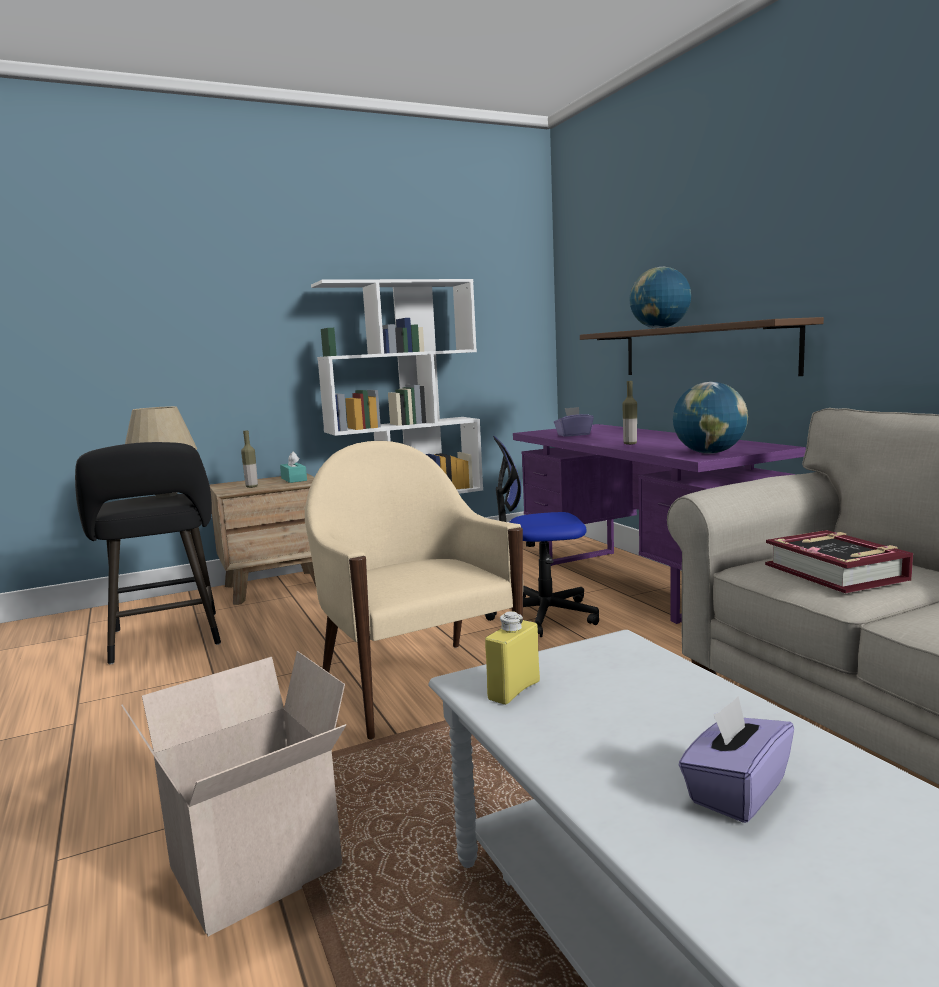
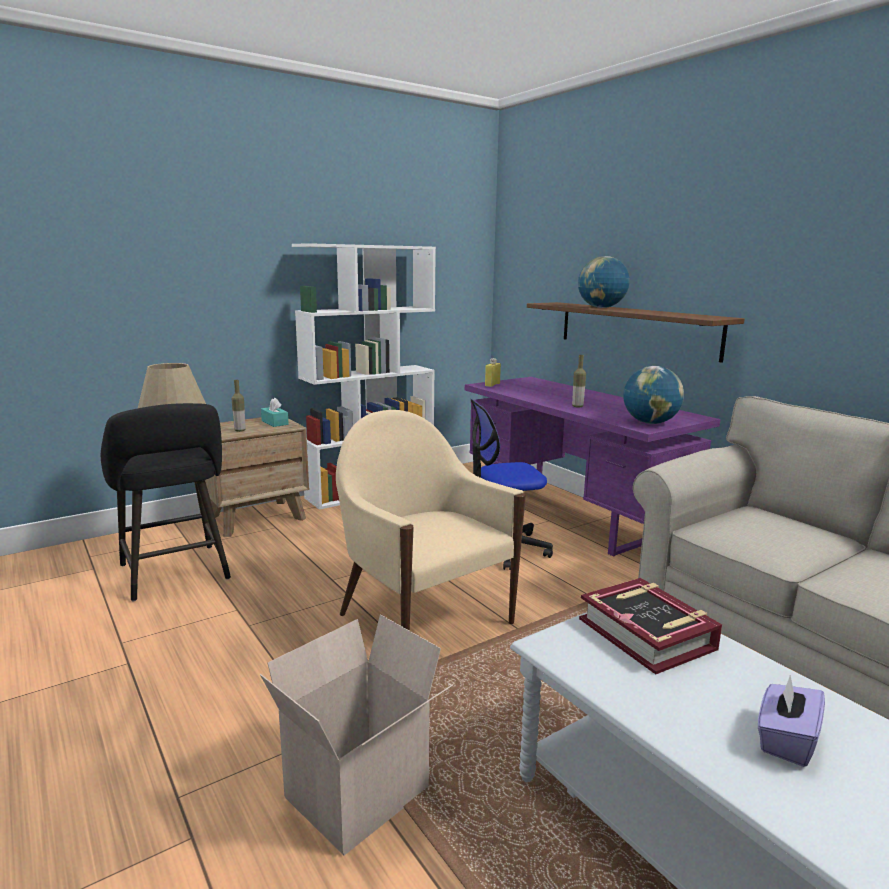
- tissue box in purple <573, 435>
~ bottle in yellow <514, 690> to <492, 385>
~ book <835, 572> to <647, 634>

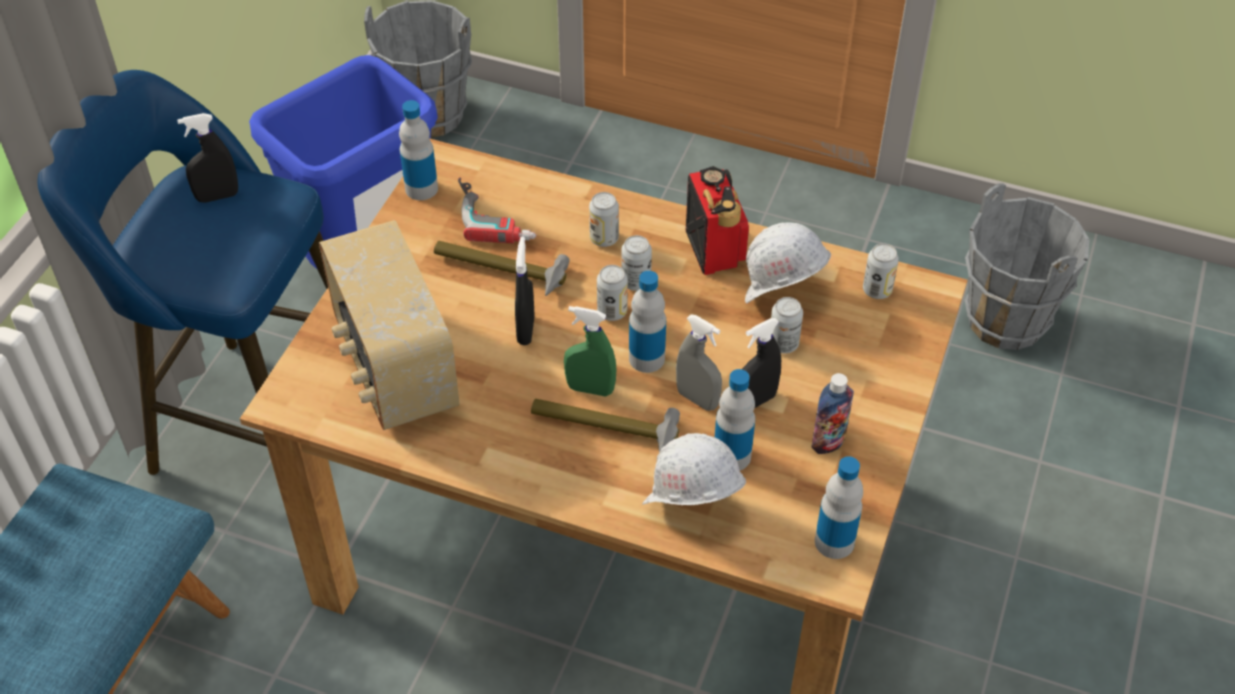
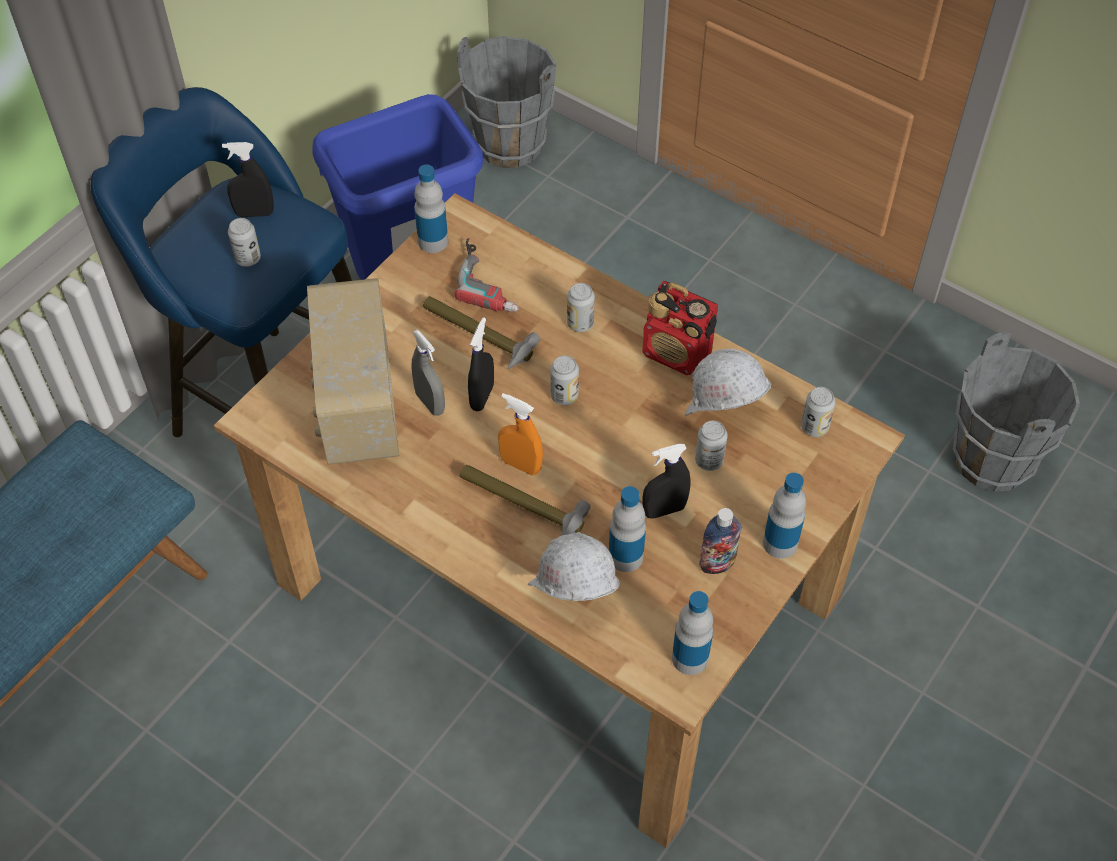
~ can <636, 282> to <248, 258>
~ bottle <646, 358> to <780, 543>
~ spray bottle in grey <697, 399> to <430, 403>
~ spray bottle in green <590, 389> to spray bottle in orange <521, 465>
~ radio <714, 248> = <677, 354> 120 degrees clockwise

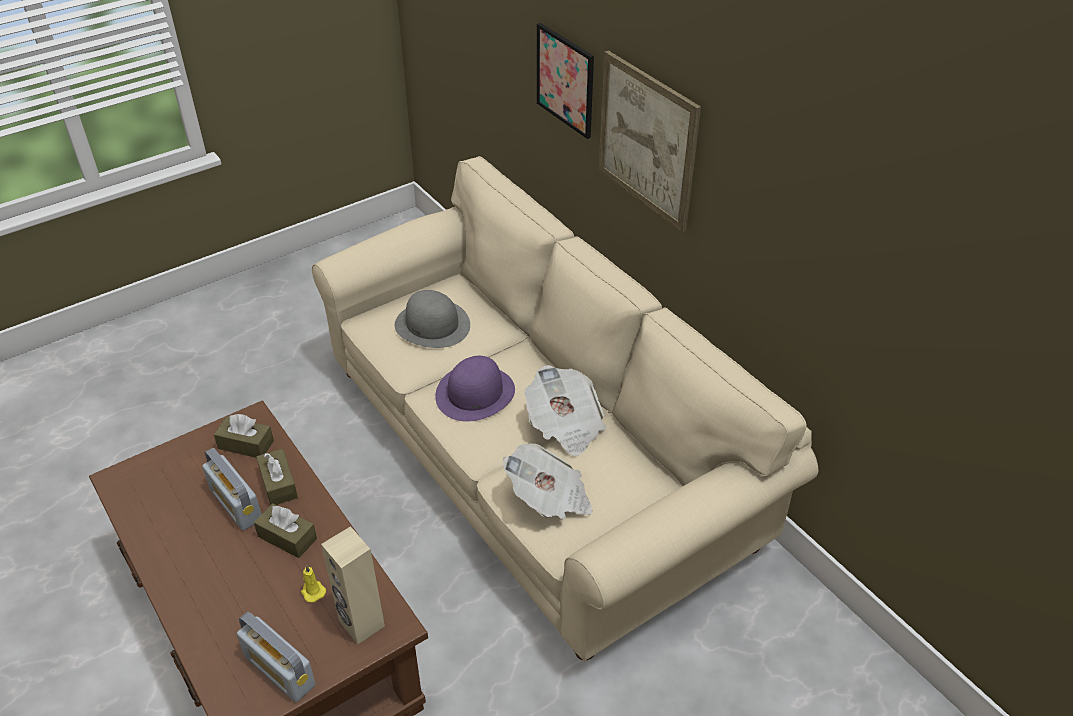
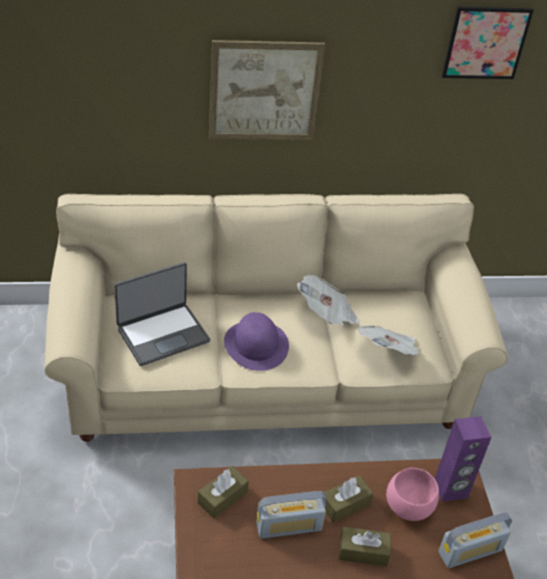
~ tissue box in brown <278, 484> to <363, 552>
~ picture <565, 80> to <485, 43>
~ candle in yellow <312, 591> to bowl in pink <407, 507>
~ hat in grey <432, 325> to laptop <162, 334>
~ speaker in beige <361, 624> to speaker in purple <451, 489>

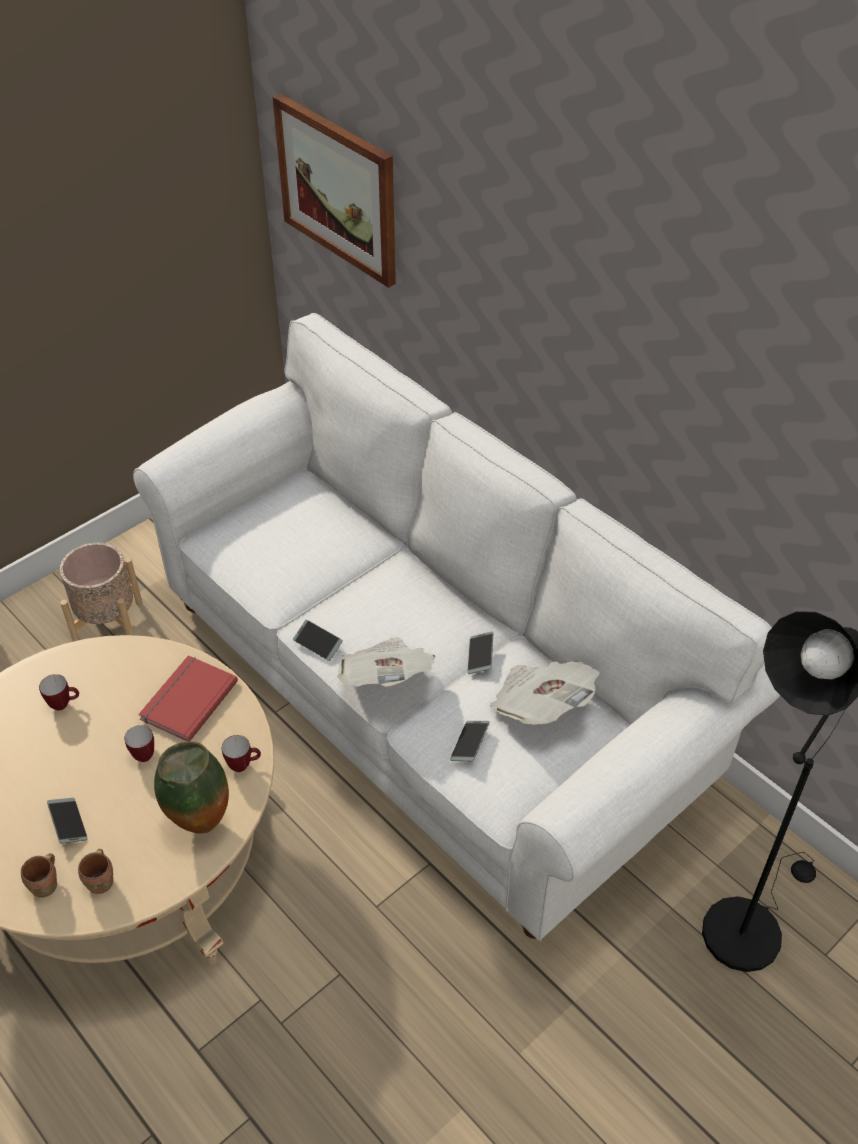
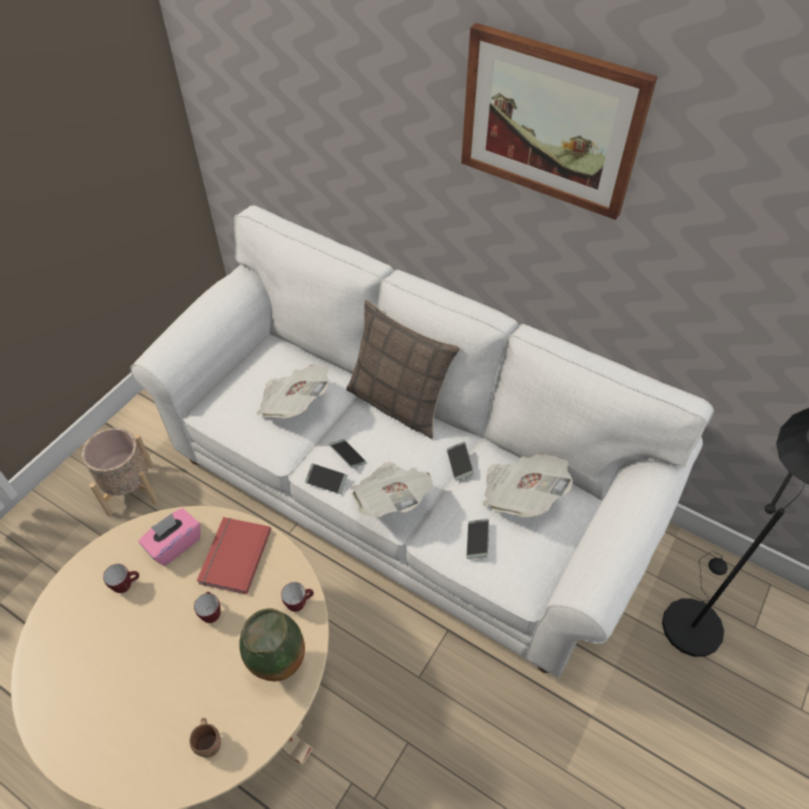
- mug in brown <47, 886>
+ tissue box in pink <174, 544>
+ newspaper <294, 403>
+ pillow <398, 403>
~ phone <68, 823> to <347, 456>
~ picture <338, 189> to <550, 122>

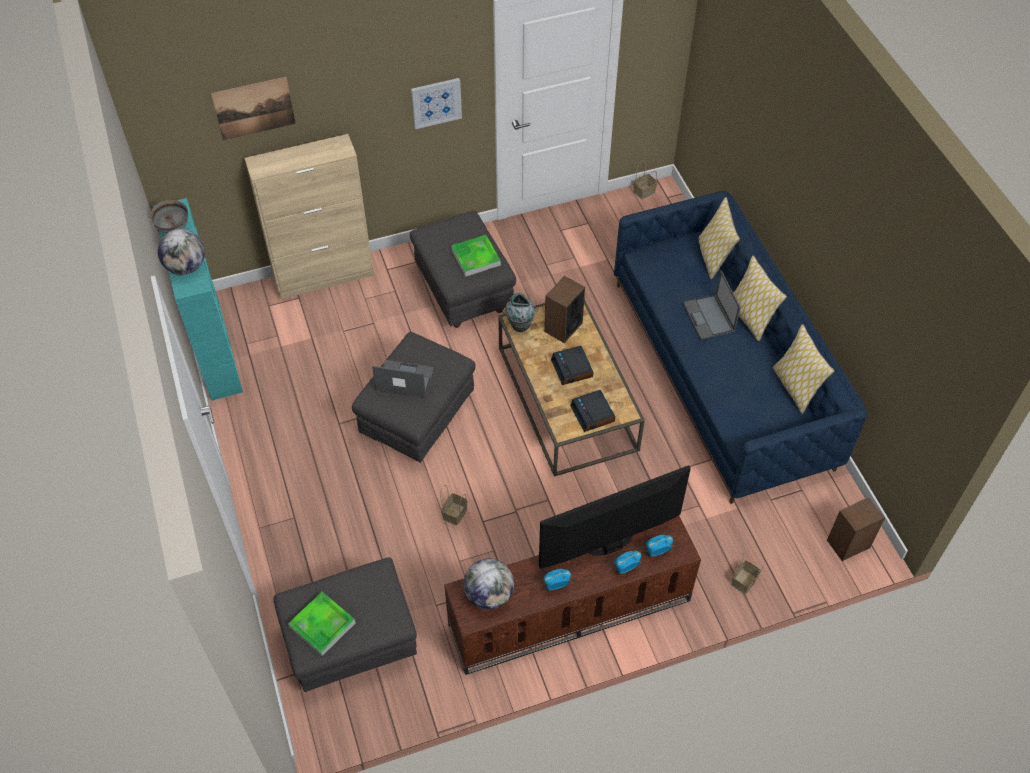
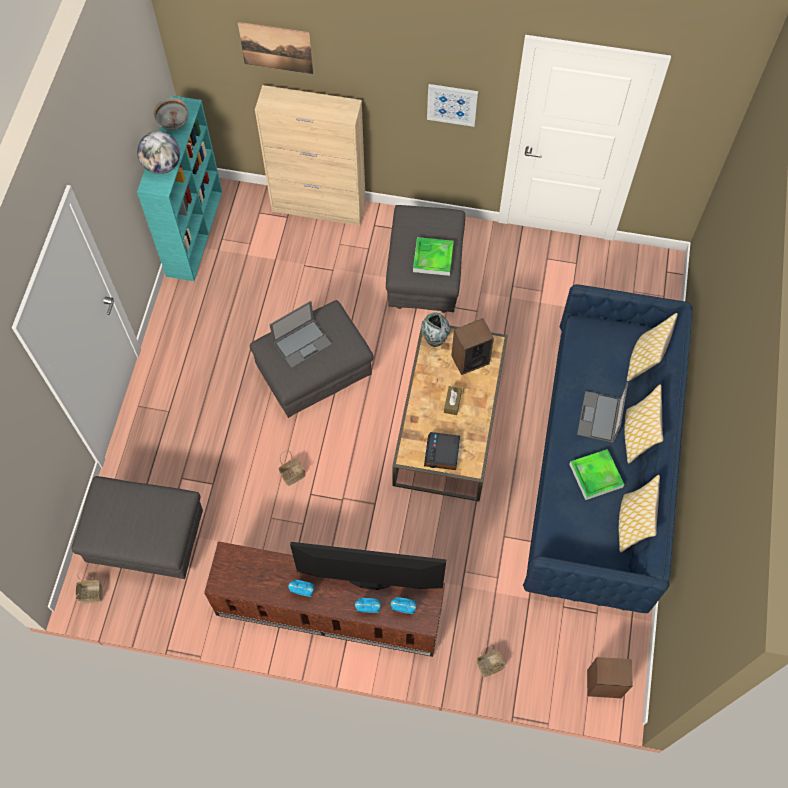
- globe <489, 595>
~ tray <322, 625> to <596, 475>
~ basket <644, 192> to <90, 595>
~ alarm clock <572, 369> to tissue box in brown <452, 403>
~ laptop <404, 379> = <302, 342> 105 degrees clockwise

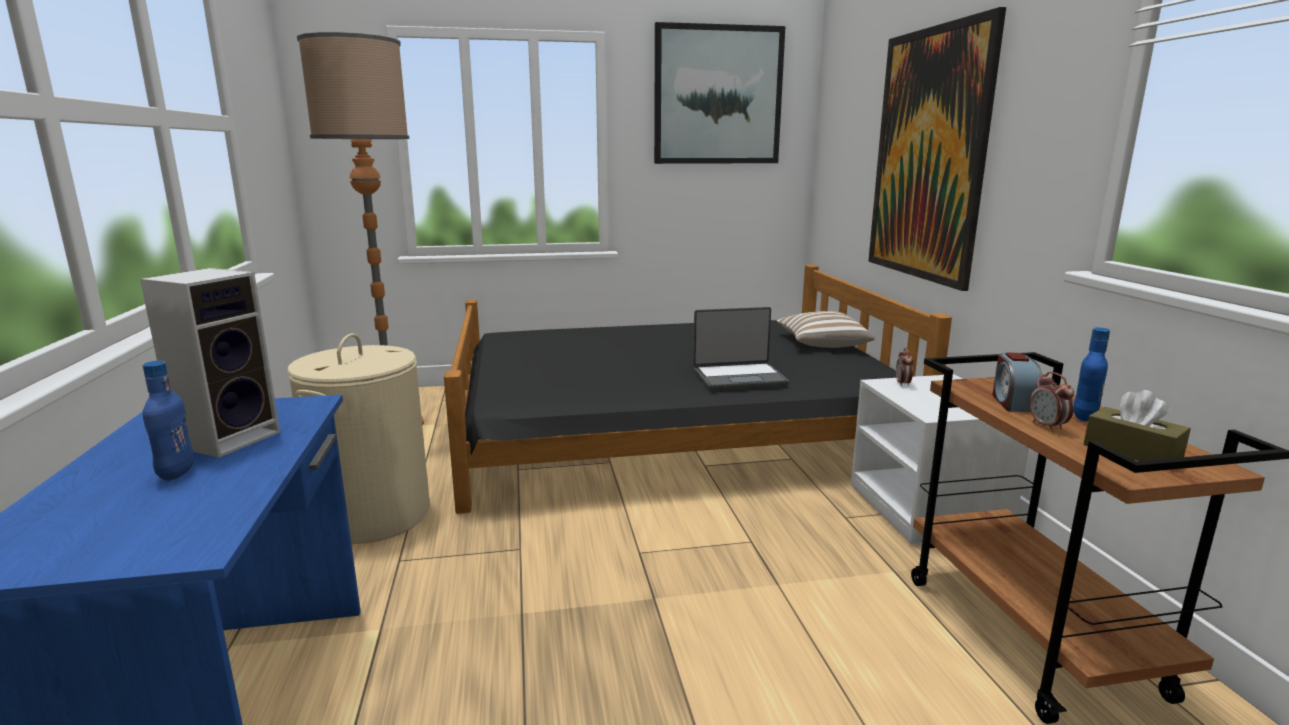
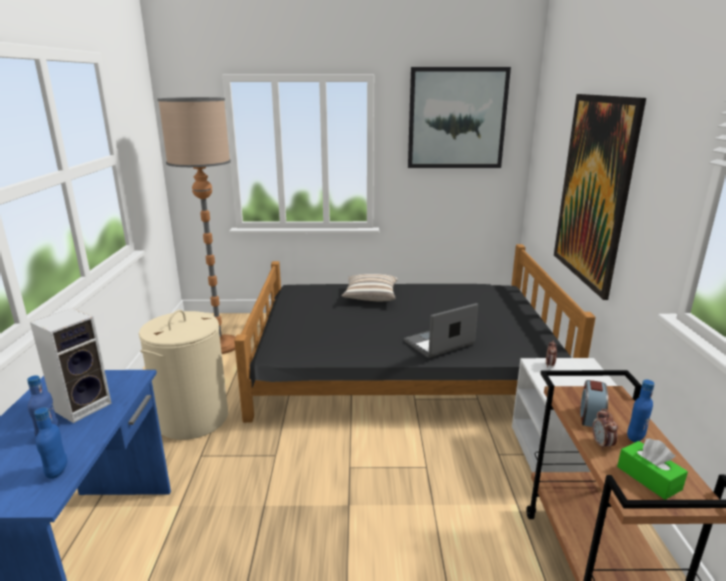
+ bottle in blue <57, 471>
~ pillow <821, 345> to <370, 297>
~ tissue box in brown <1132, 452> to tissue box in green <648, 478>
~ laptop <739, 378> = <439, 344> 150 degrees clockwise

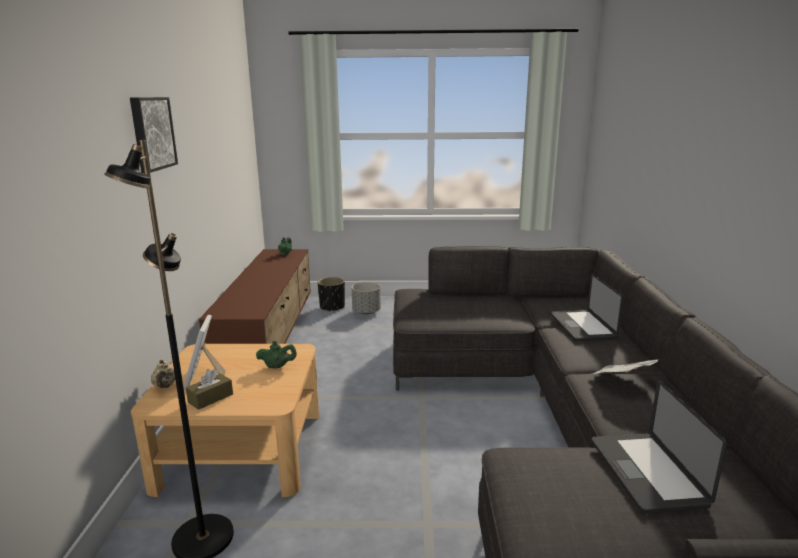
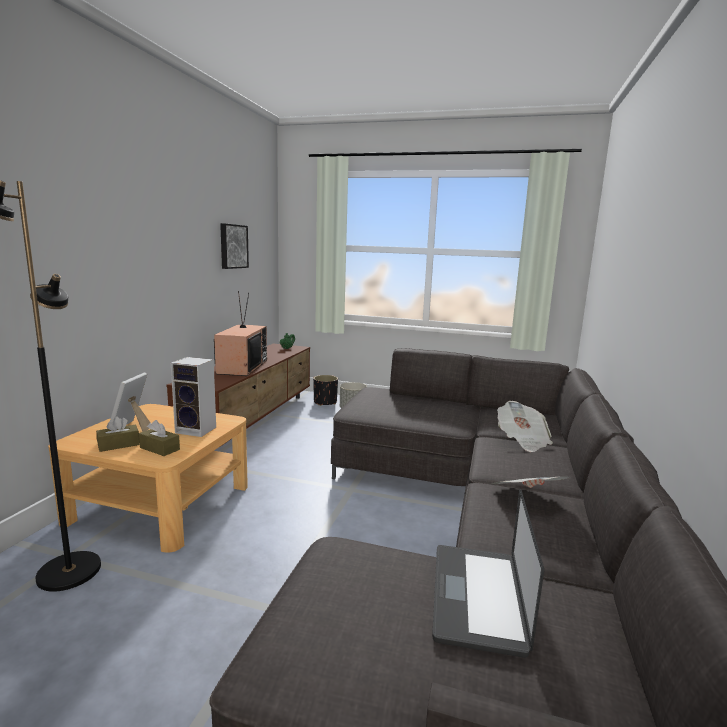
- teapot in beige <164, 386>
+ tissue box in brown <159, 448>
+ television <241, 366>
~ picture <151, 133> to <232, 246>
~ teapot in green <277, 367> to speaker <197, 430>
~ laptop <581, 326> to newspaper <522, 440>

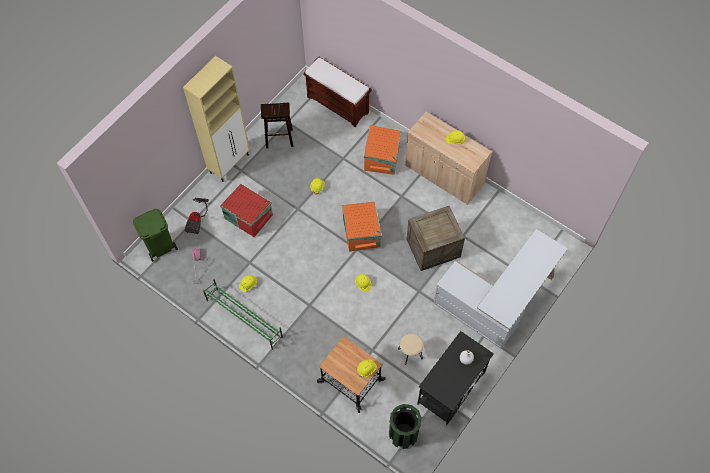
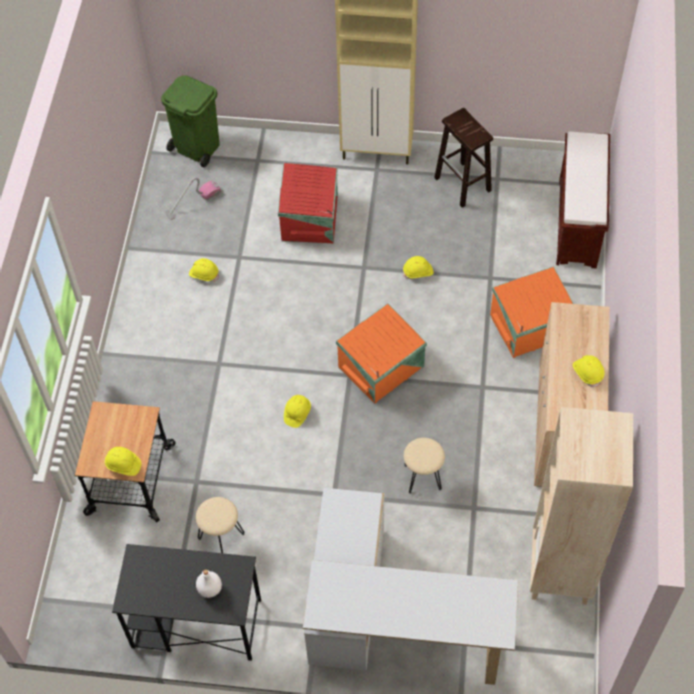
- vacuum cleaner <197, 220>
- shoe rack in green <244, 318>
- trash can in green <403, 434>
+ bookcase in beige <560, 571>
~ crate <433, 248> to stool in beige <423, 477>

